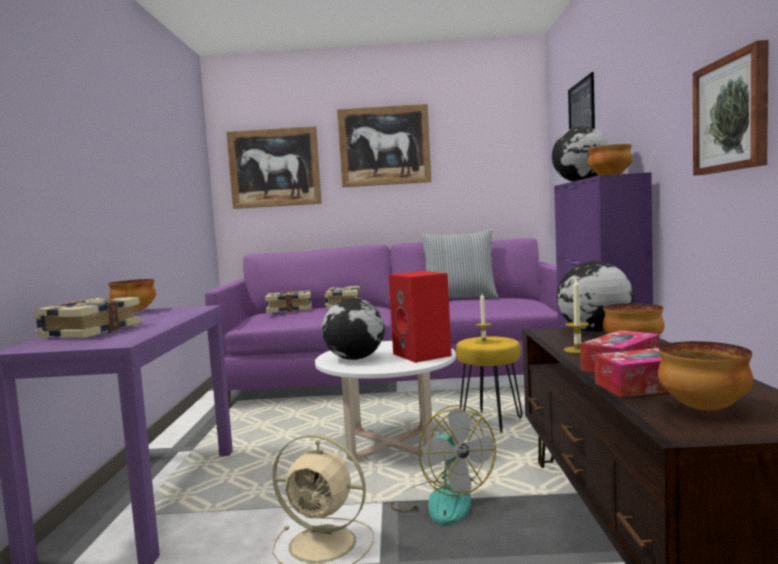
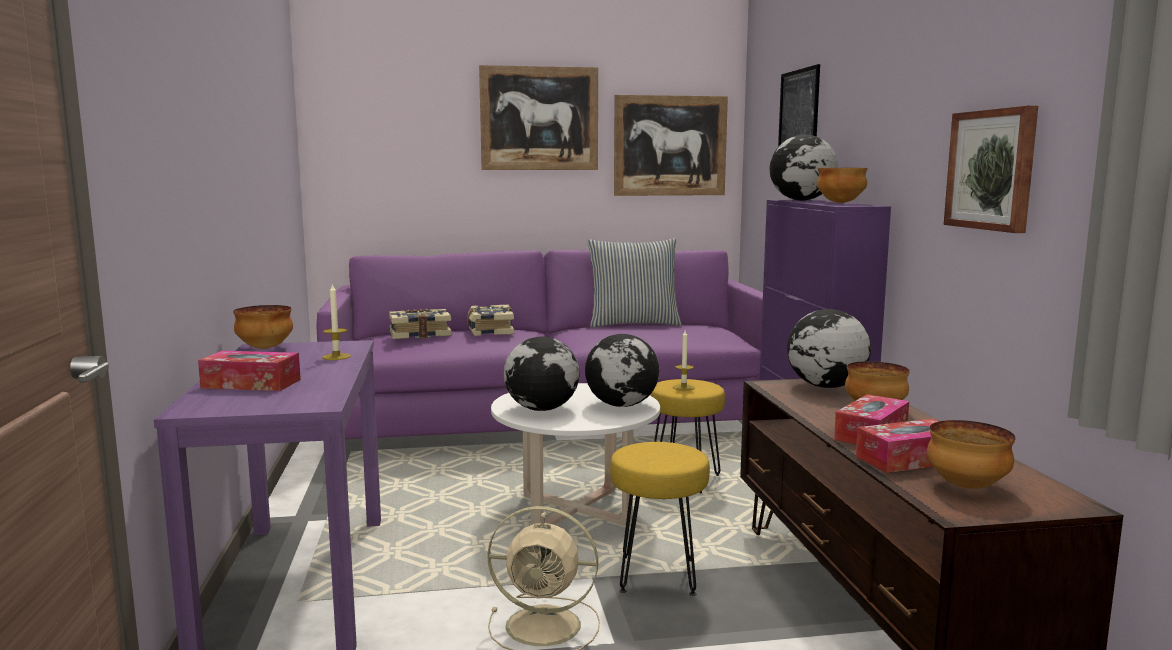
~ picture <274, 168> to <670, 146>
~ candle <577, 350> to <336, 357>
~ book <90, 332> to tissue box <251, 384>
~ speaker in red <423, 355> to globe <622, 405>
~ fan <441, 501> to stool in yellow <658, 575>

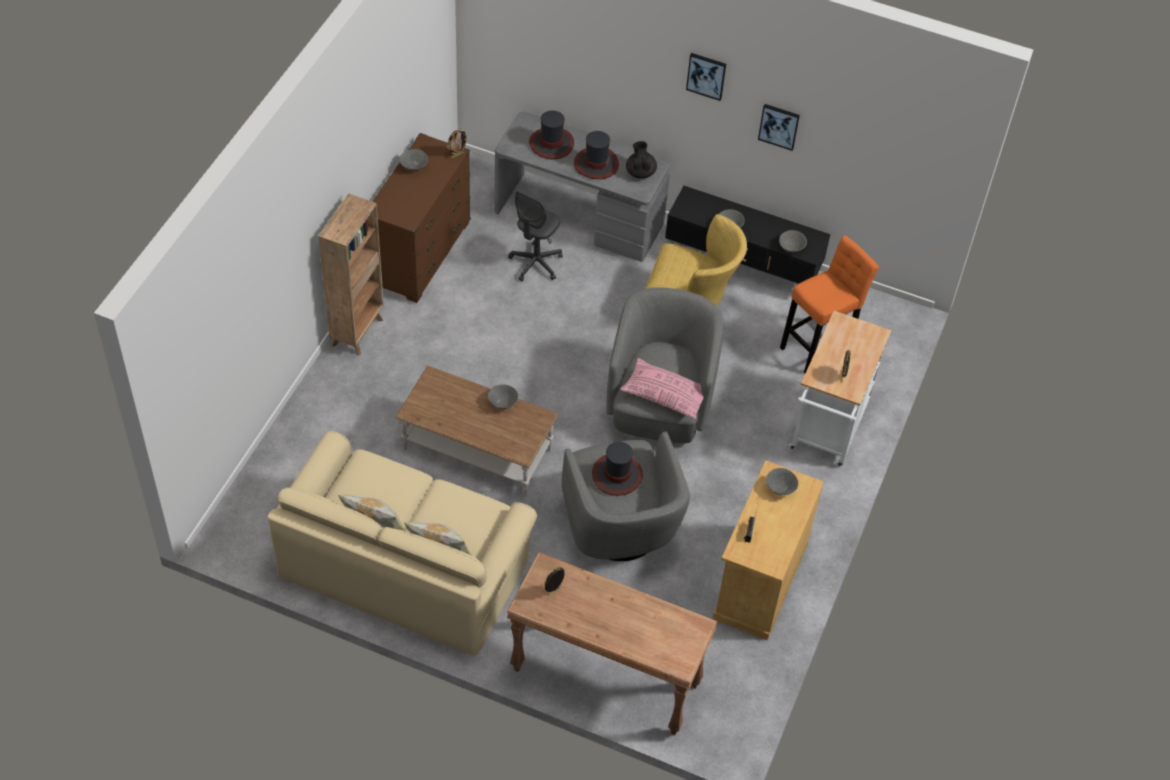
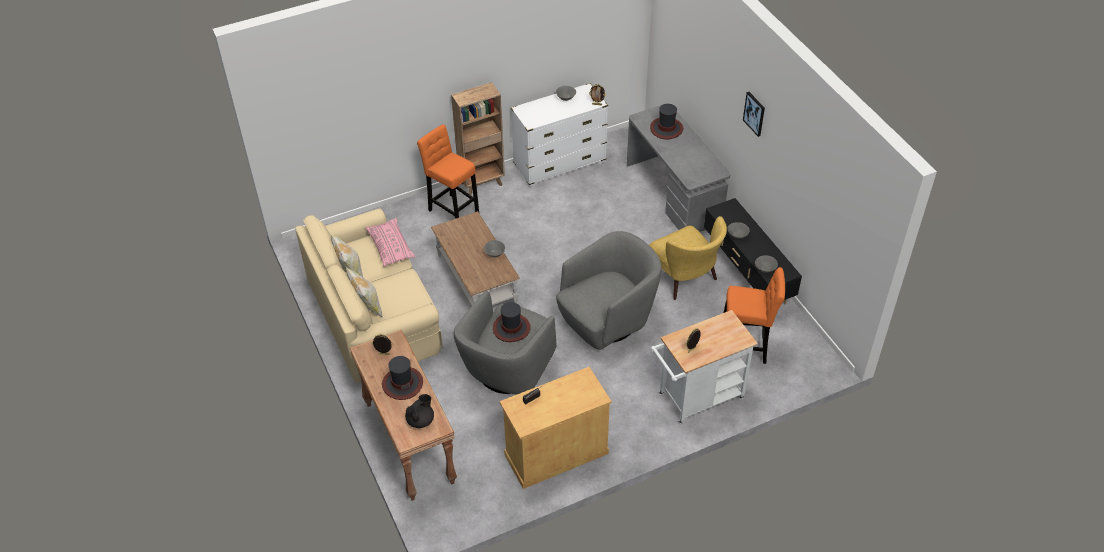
- office chair in grey <535, 264>
- picture <779, 126>
- bowl in grey <780, 489>
+ stool in orange <452, 210>
~ hat <596, 164> to <402, 383>
~ pillow in pink <665, 395> to <390, 247>
~ teapot in black <640, 172> to <421, 420>
~ dresser in brown <420, 254> to dresser in white <559, 164>

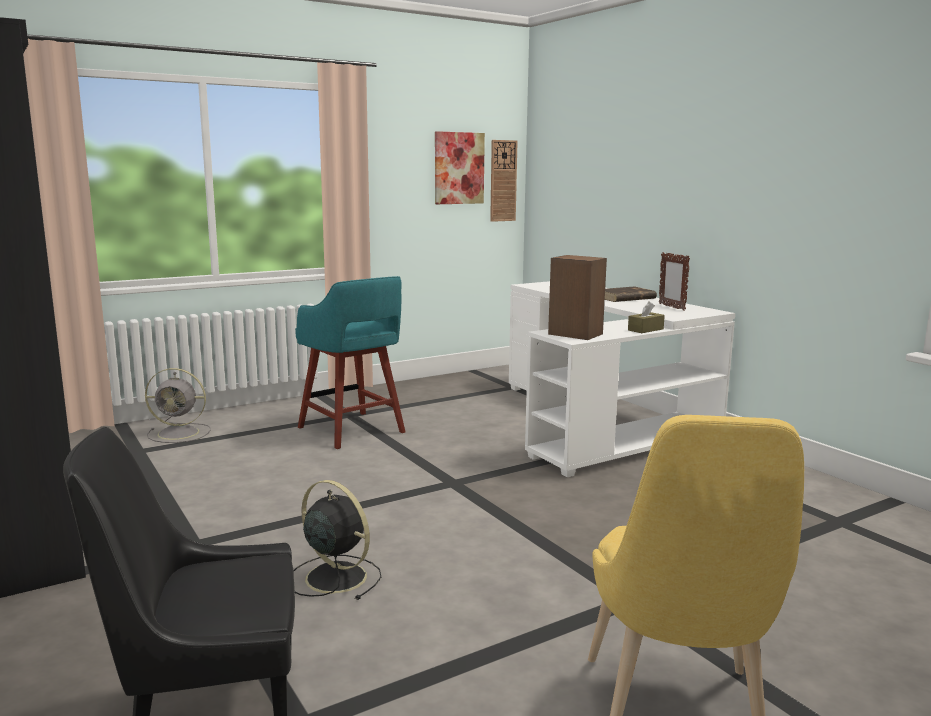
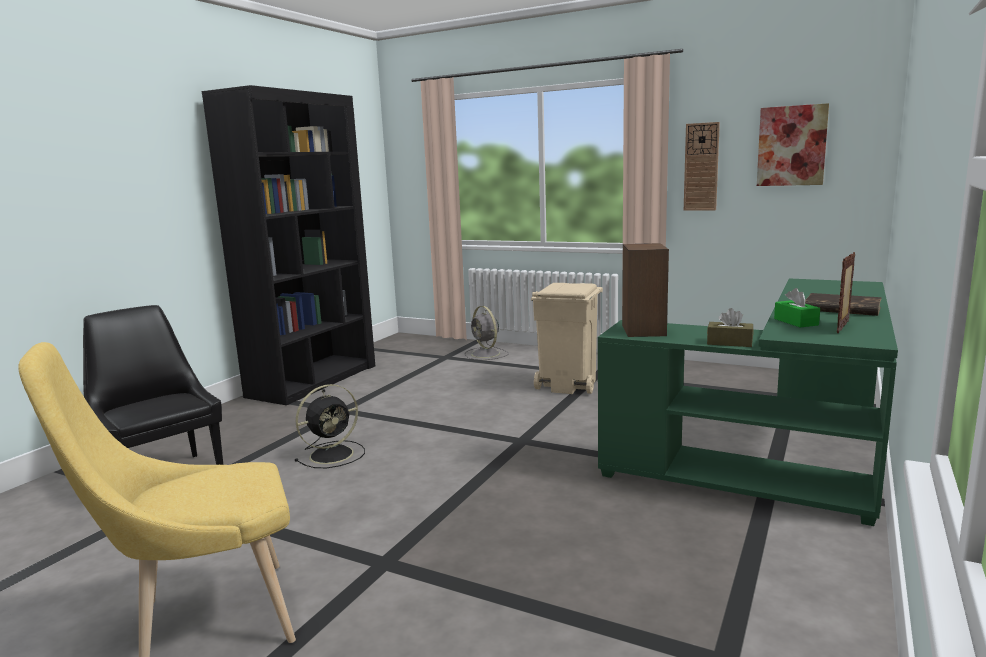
+ tissue box in green <796, 322>
~ wall clock <503, 181> to <701, 167>
~ stool in turquoise <352, 431> to trash can in beige <568, 385>
~ desk in white <603, 422> to desk in green <783, 454>
~ fan in black <334, 577> = <333, 454> 45 degrees clockwise

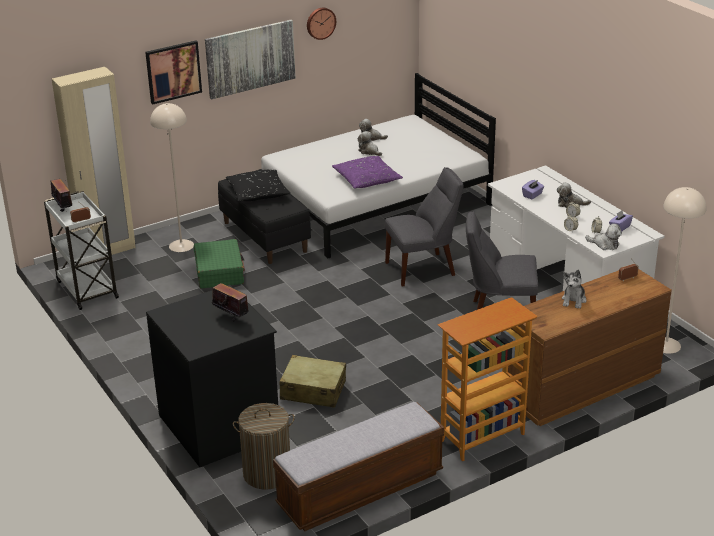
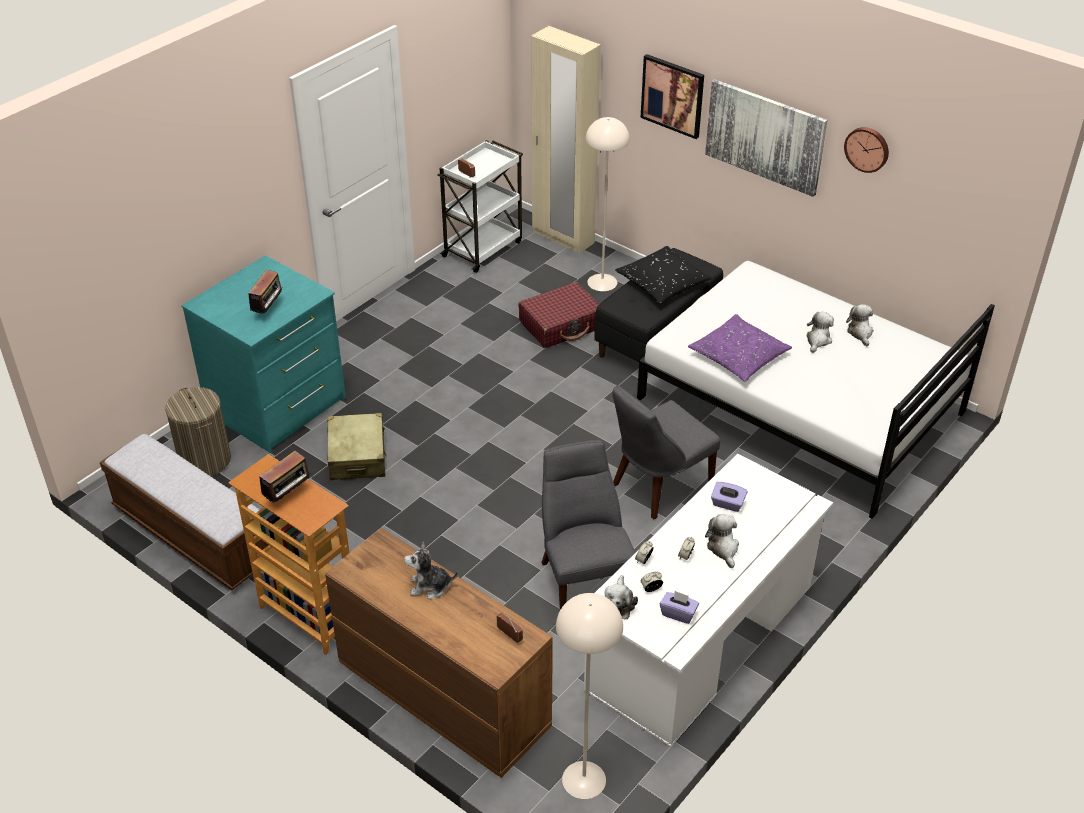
~ radio <63, 208> to <288, 496>
~ dresser in black <220, 425> to dresser in turquoise <277, 406>
~ suitcase in green <219, 272> to suitcase in red <561, 325>
~ chair in grey <423, 268> = <658, 486> 90 degrees clockwise

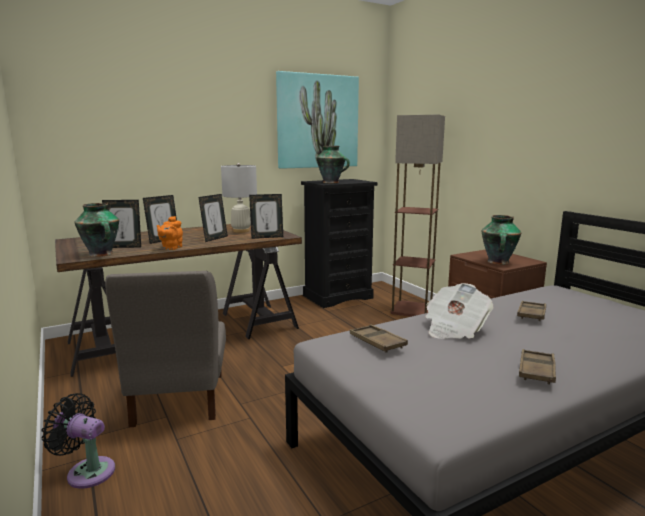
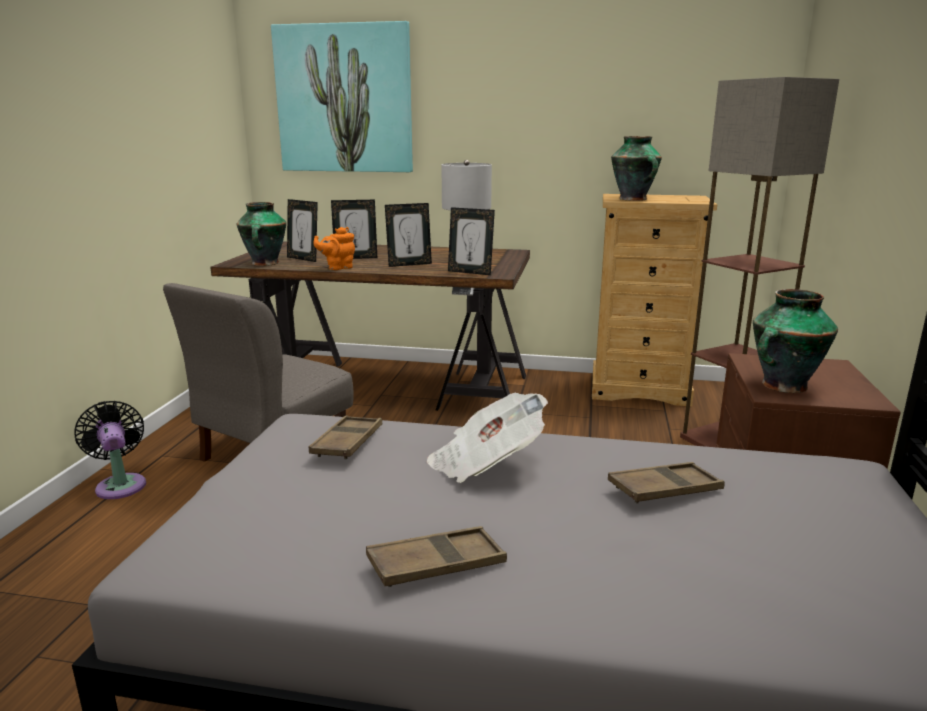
~ picture <317, 121> to <345, 99>
~ dresser in black <338, 296> to dresser in beige <640, 389>

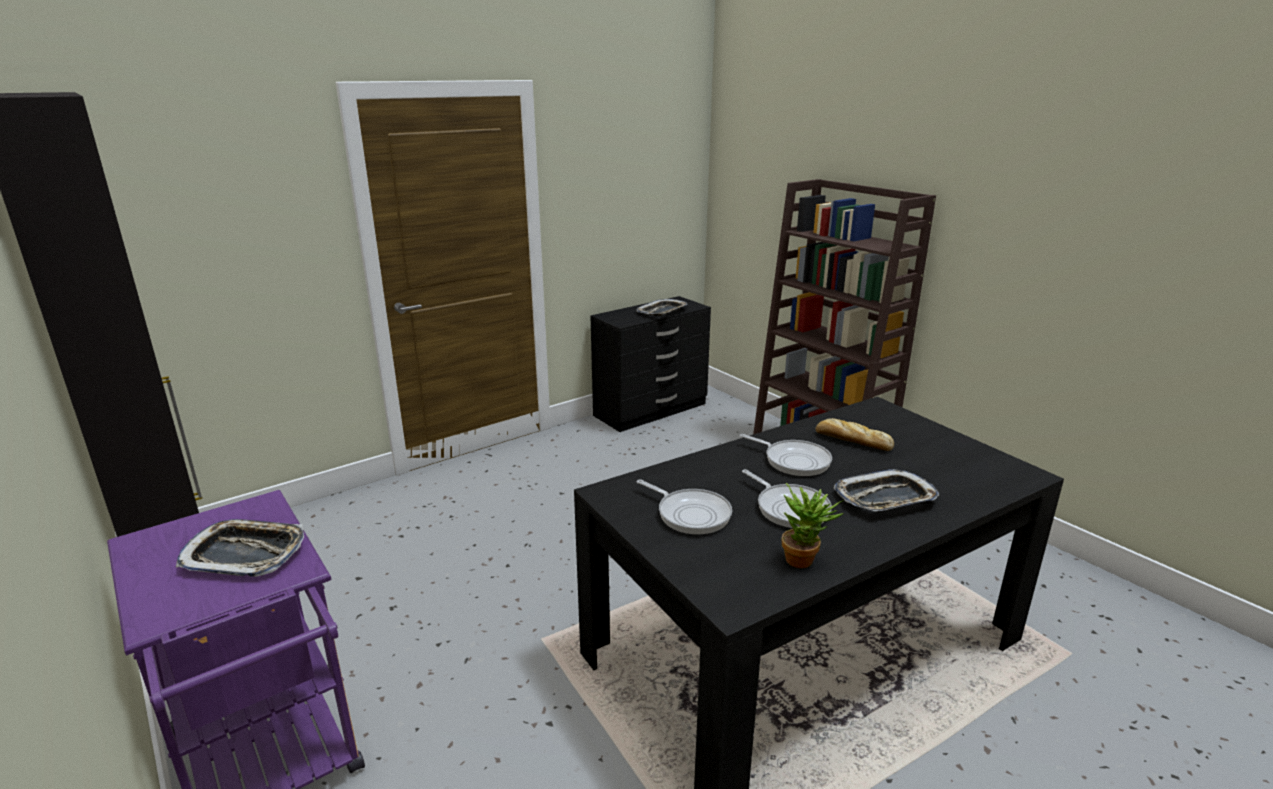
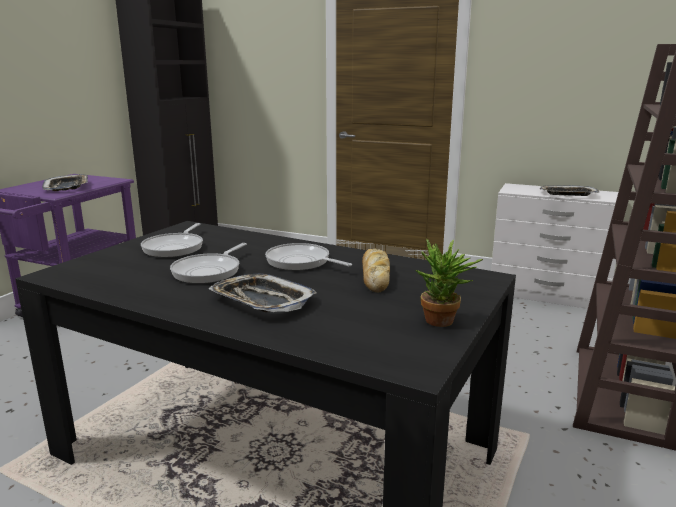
~ potted plant <804, 560> to <443, 323>
~ dresser in black <651, 410> to dresser in white <548, 294>
~ frying pan <793, 460> = <301, 262> 120 degrees clockwise

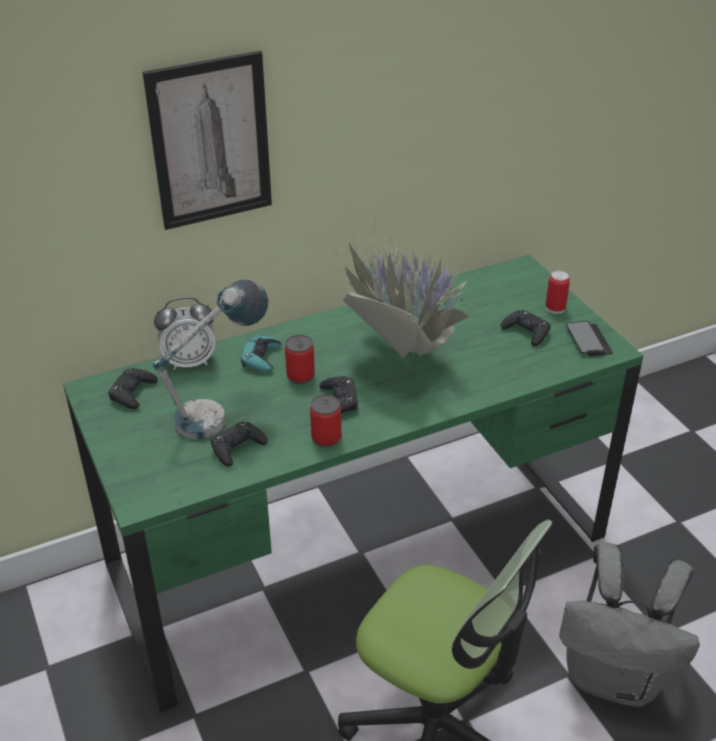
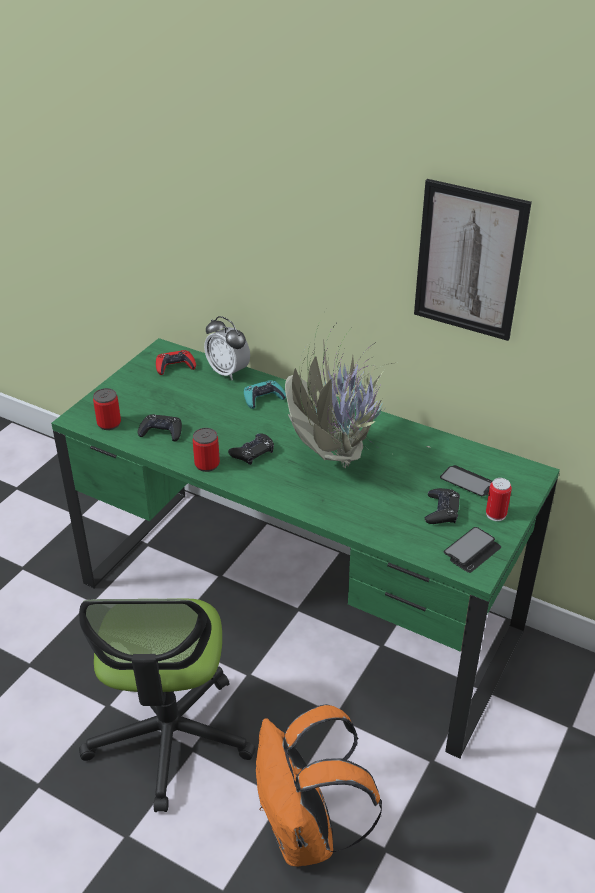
- table lamp <219, 412>
+ phone <467, 482>
~ picture <210, 141> to <469, 260>
~ can <300, 376> to <109, 423>
~ game controller in black <133, 392> to game controller in red <175, 366>
~ backpack in grey <615, 678> to backpack in orange <306, 833>

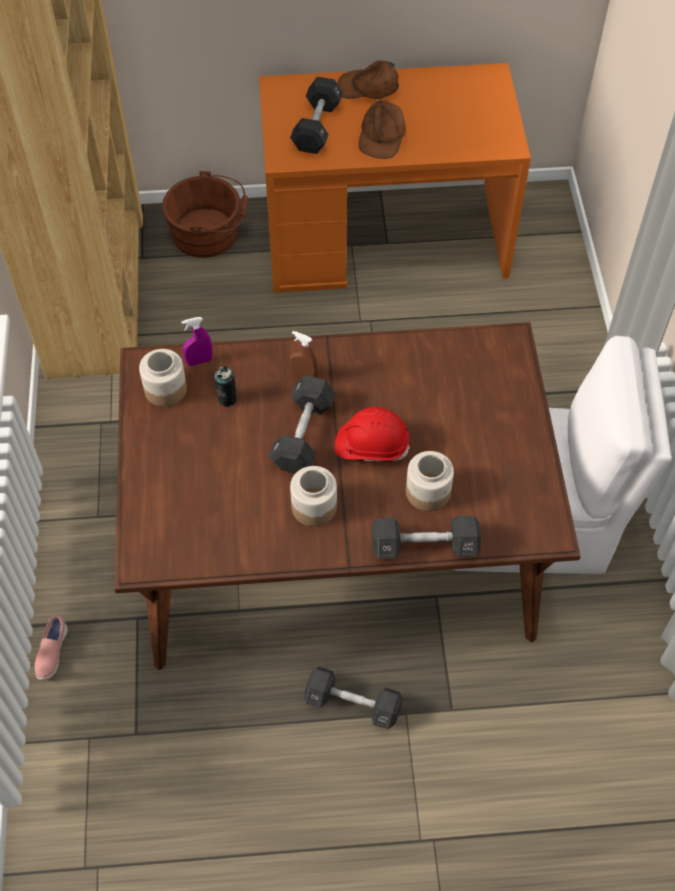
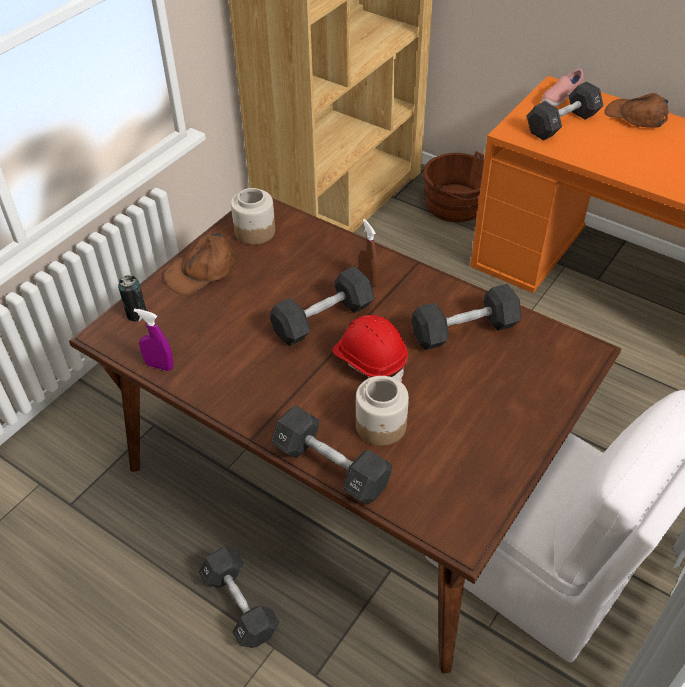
- jar <313, 506>
+ dumbbell in black <464, 330>
~ shoe in pink <52, 653> to <560, 98>
~ spray bottle in purple <199, 361> to <159, 366>
~ can <227, 398> to <136, 314>
~ cap in brown <381, 136> to <202, 271>

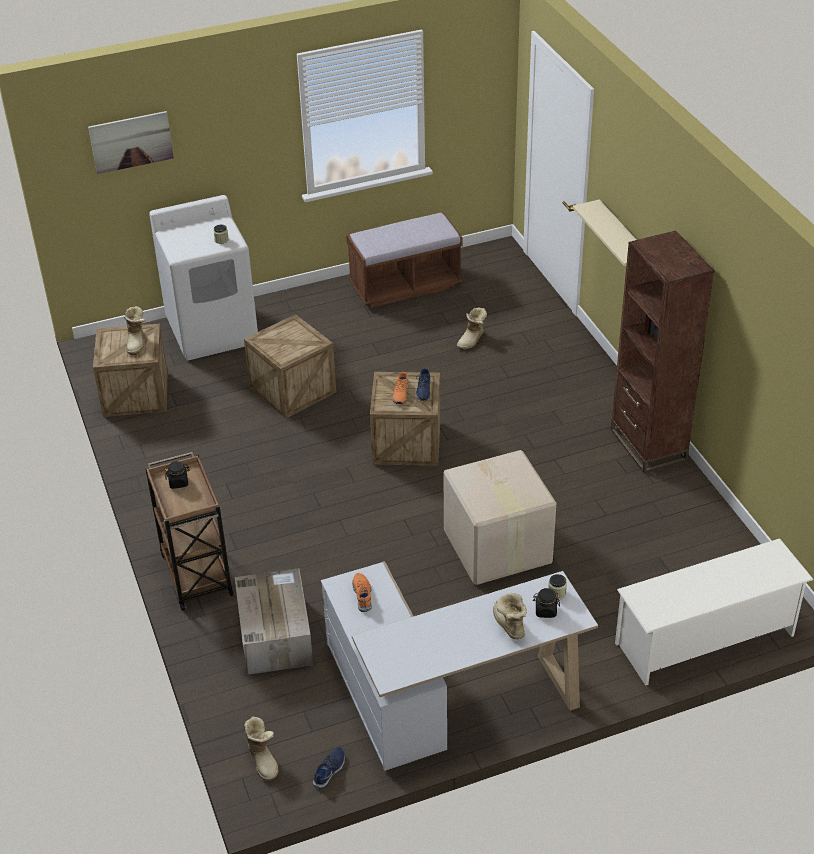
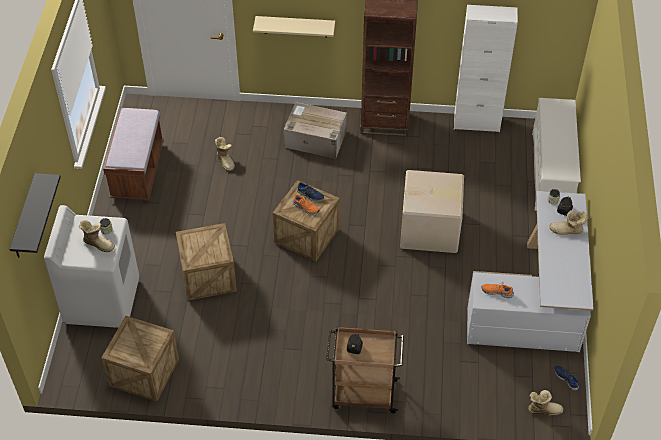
+ cabinet in white <476, 123>
~ boot <137, 342> to <98, 243>
~ cardboard box <275, 634> to <314, 139>
~ picture <131, 142> to shelf in black <25, 218>

